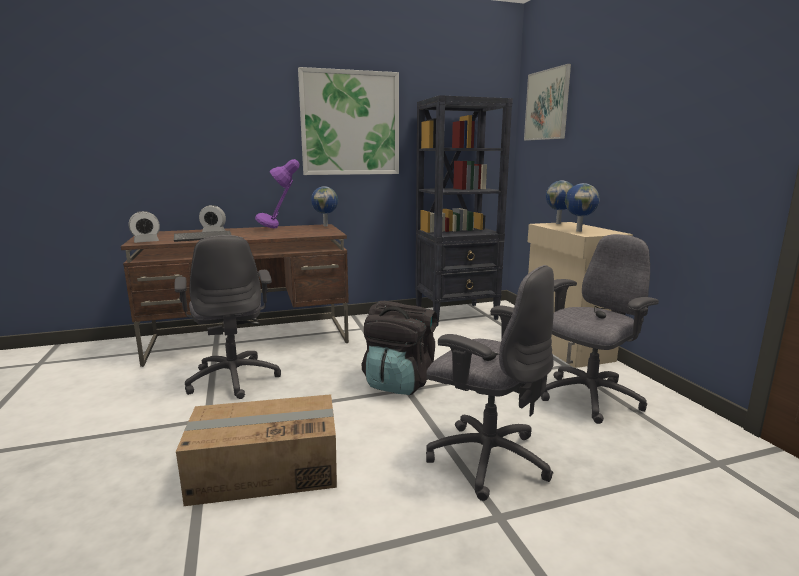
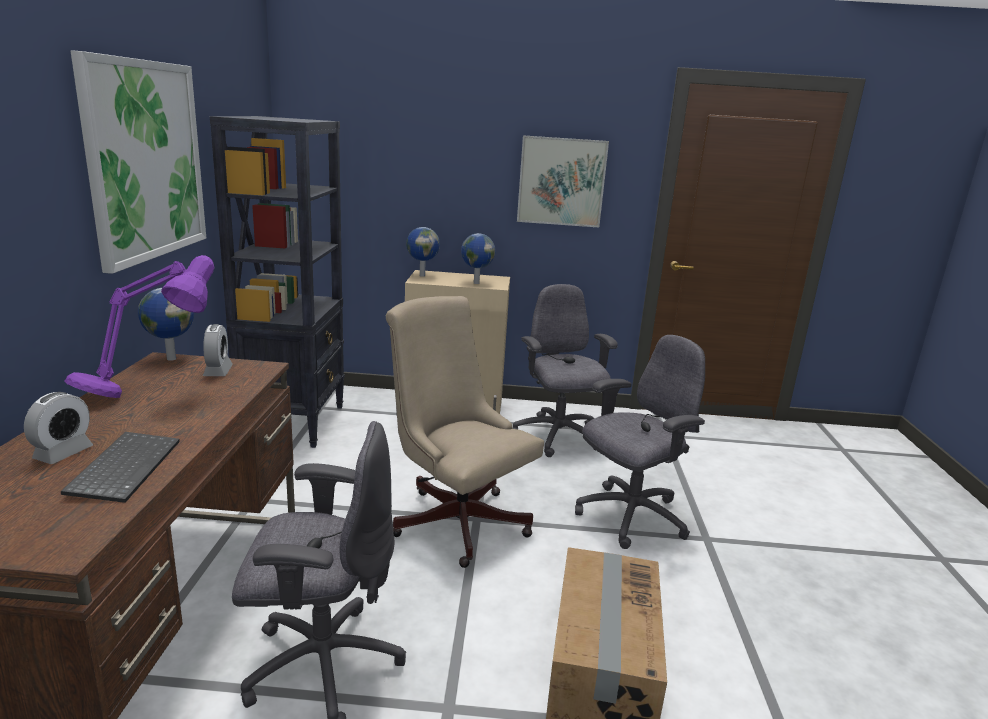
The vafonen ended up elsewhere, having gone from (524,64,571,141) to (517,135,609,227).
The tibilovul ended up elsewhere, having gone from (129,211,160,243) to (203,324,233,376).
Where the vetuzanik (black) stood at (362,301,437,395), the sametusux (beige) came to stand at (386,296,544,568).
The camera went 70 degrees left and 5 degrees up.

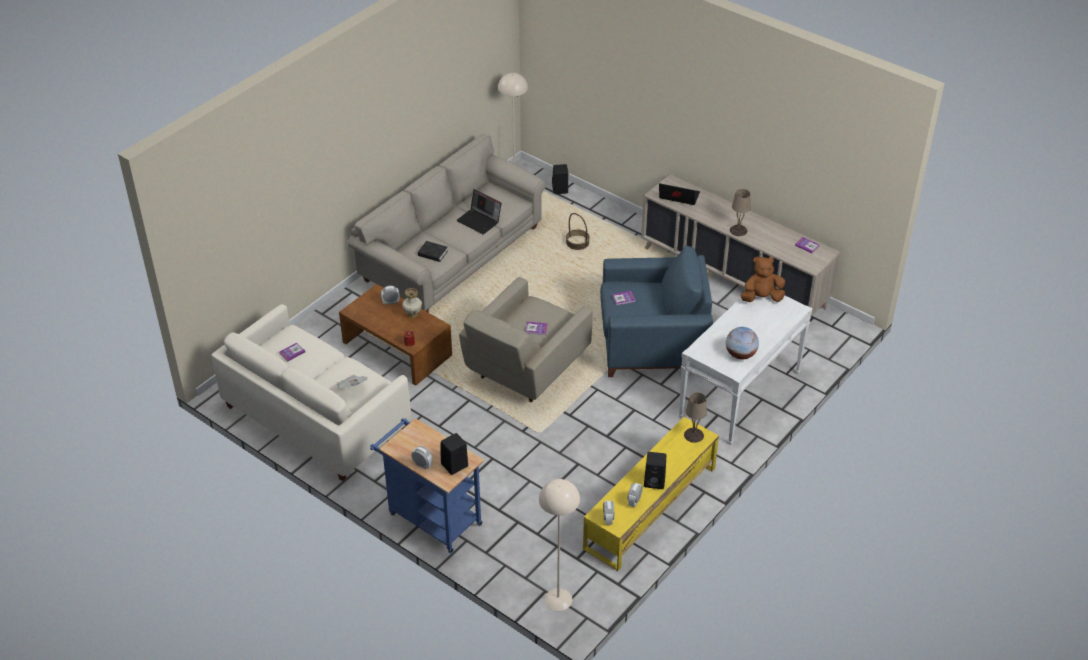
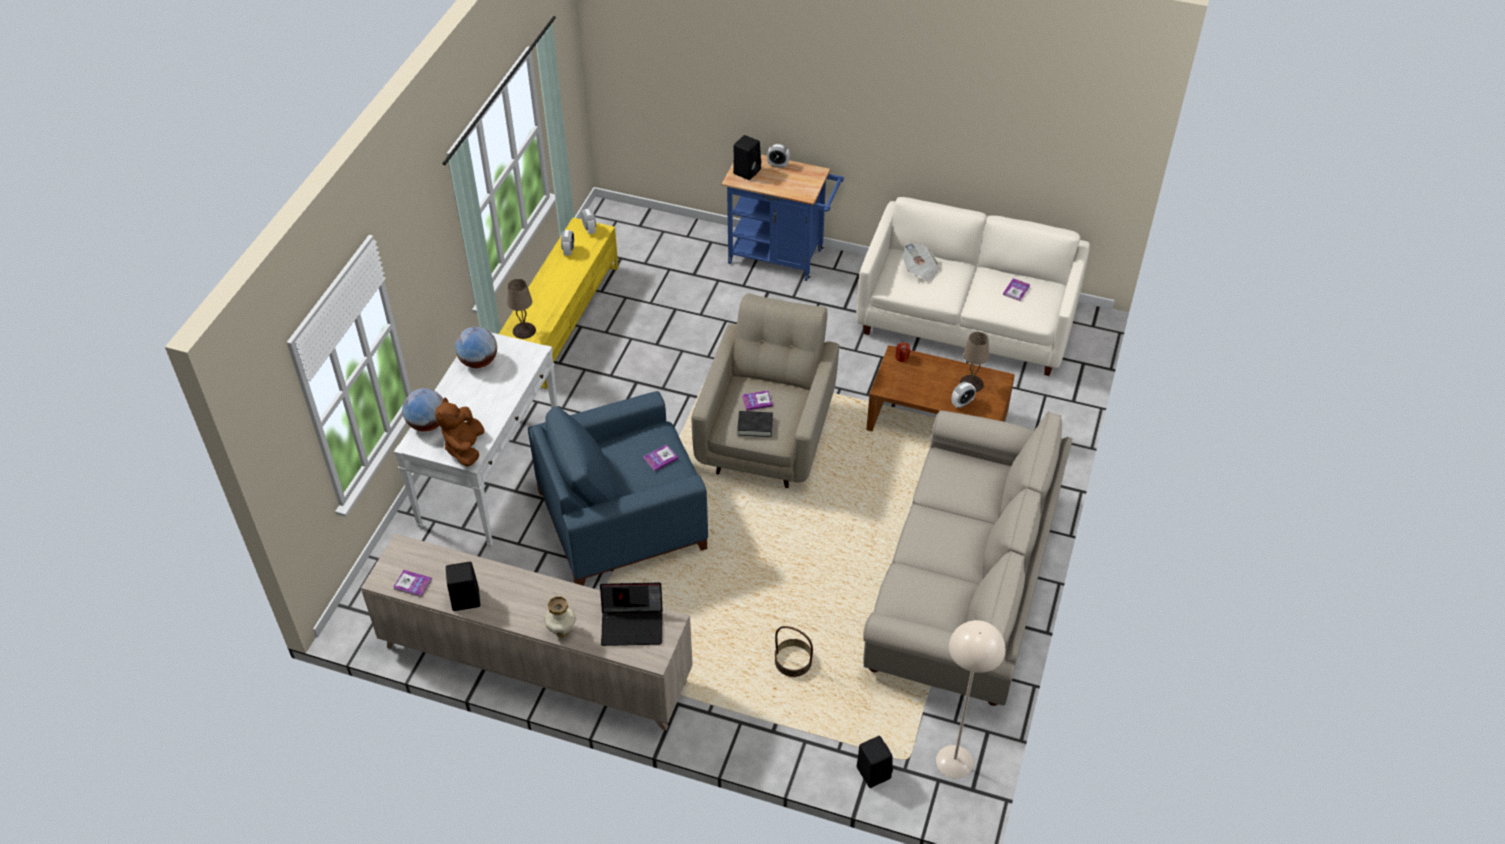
The second view lost the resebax at (456,189,501,234).
The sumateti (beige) ended up elsewhere, having gone from (730,189,751,236) to (960,332,989,392).
The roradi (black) ended up elsewhere, having gone from (418,241,448,262) to (737,411,773,437).
The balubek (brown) at (741,257,785,302) ended up facing another way, 120 degrees clockwise from before.
The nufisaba ended up elsewhere, having gone from (402,288,422,318) to (544,596,576,638).
The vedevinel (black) ended up elsewhere, having gone from (644,452,666,489) to (446,562,480,611).
The second view lost the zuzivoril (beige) at (539,479,580,611).
The second view gained the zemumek at (402,388,443,432).
The camera went 160 degrees right and 5 degrees up.

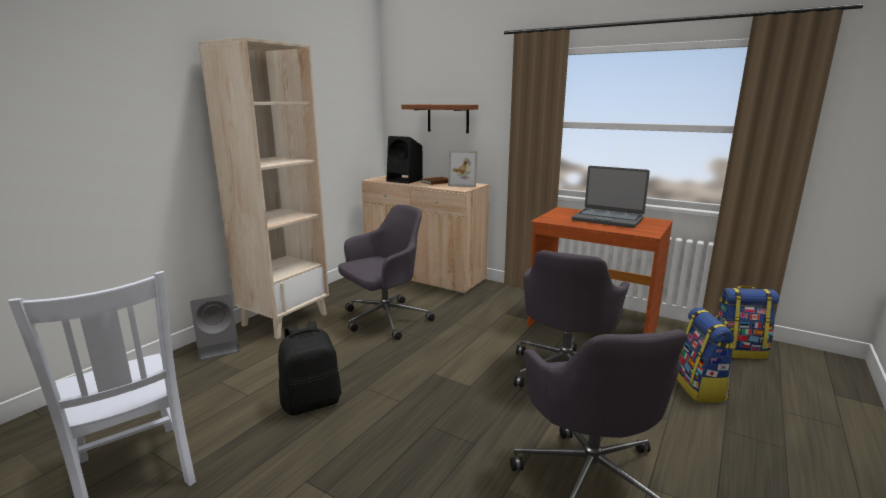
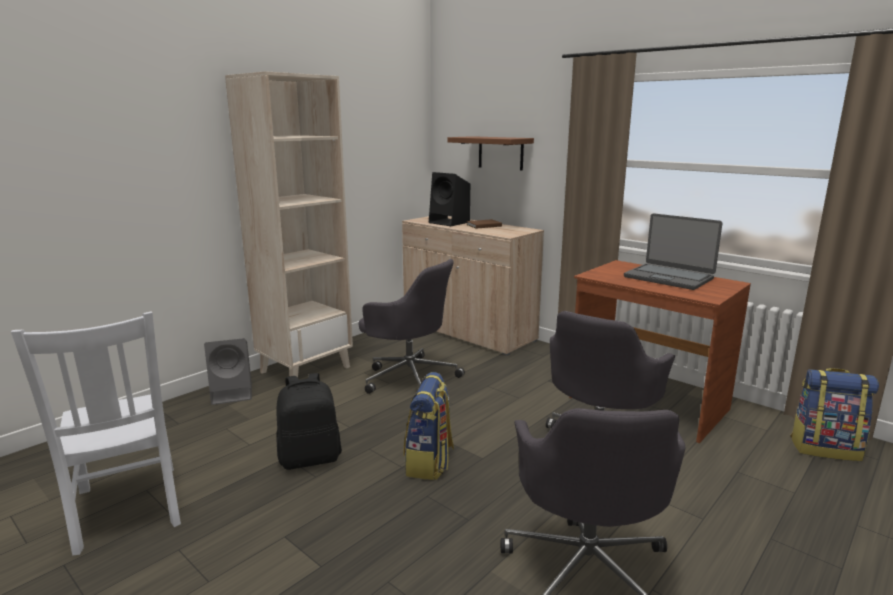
The second view lost the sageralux at (448,150,477,187).
The sametusux (grey) at (338,205,435,340) ended up facing another way, 60 degrees clockwise from before.
The vetuzanik ended up elsewhere, having gone from (677,307,736,403) to (404,372,454,480).
The camera went 10 degrees right and 0 degrees up.

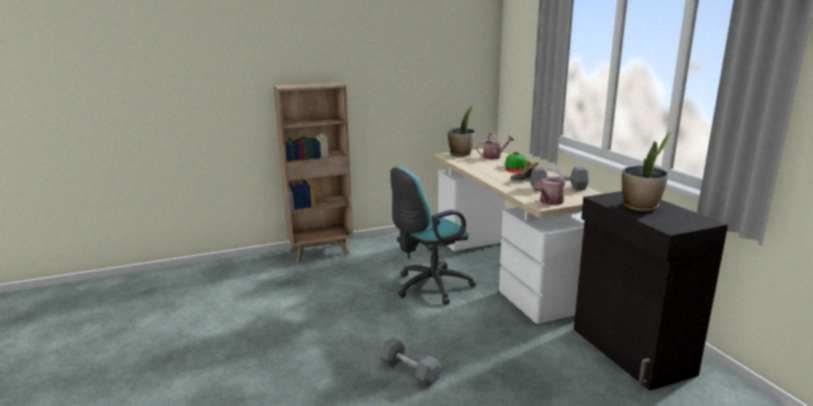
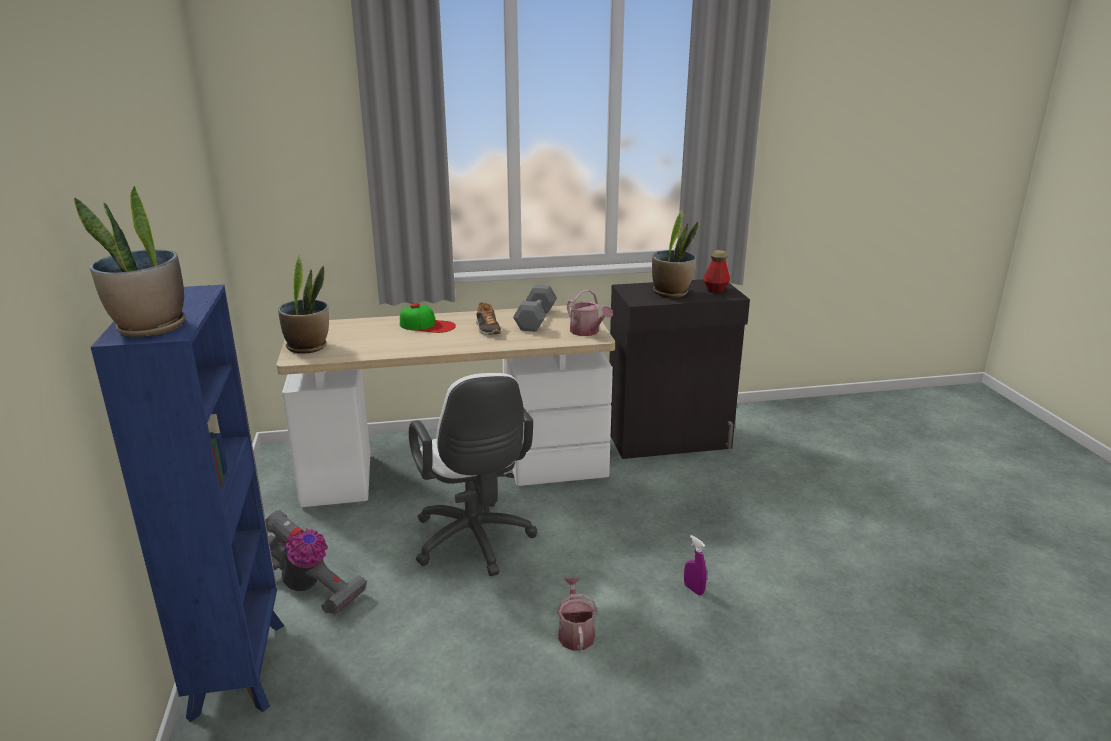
What was the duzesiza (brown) at (273,82,353,262) turned into the duzesiza (blue) at (91,285,284,722).
The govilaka ended up elsewhere, having gone from (476,132,514,159) to (556,577,597,651).
What was the sametusux (turquoise) at (390,167,476,305) turned into the sametusux (white) at (409,373,537,576).
Where the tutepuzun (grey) stood at (379,337,442,387), the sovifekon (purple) came to stand at (684,535,707,595).
The second view gained the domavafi at (74,186,186,337).
The second view gained the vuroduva at (703,250,730,293).
The second view gained the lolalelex at (265,510,367,615).
The camera went 80 degrees left and 5 degrees up.

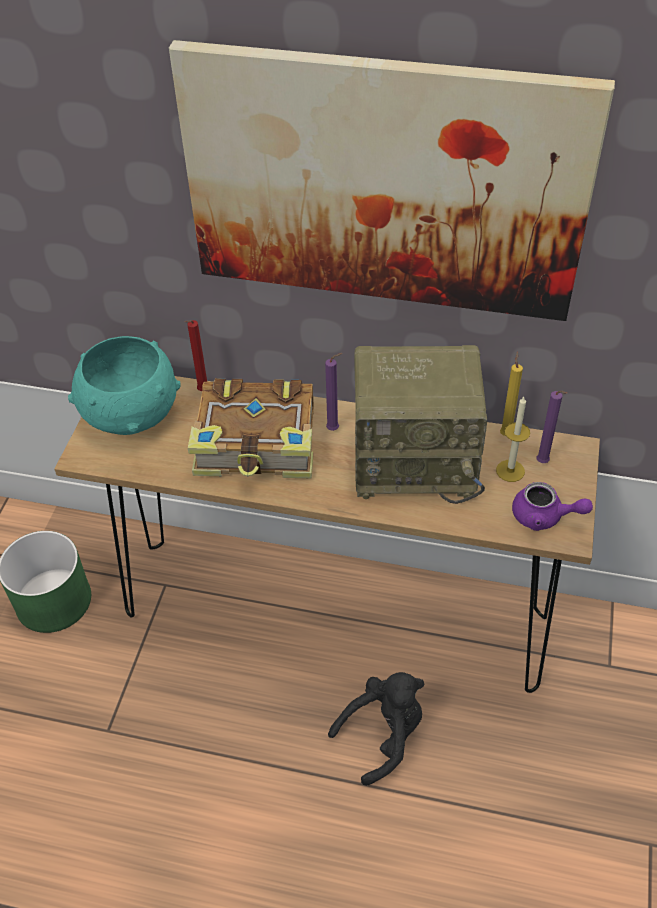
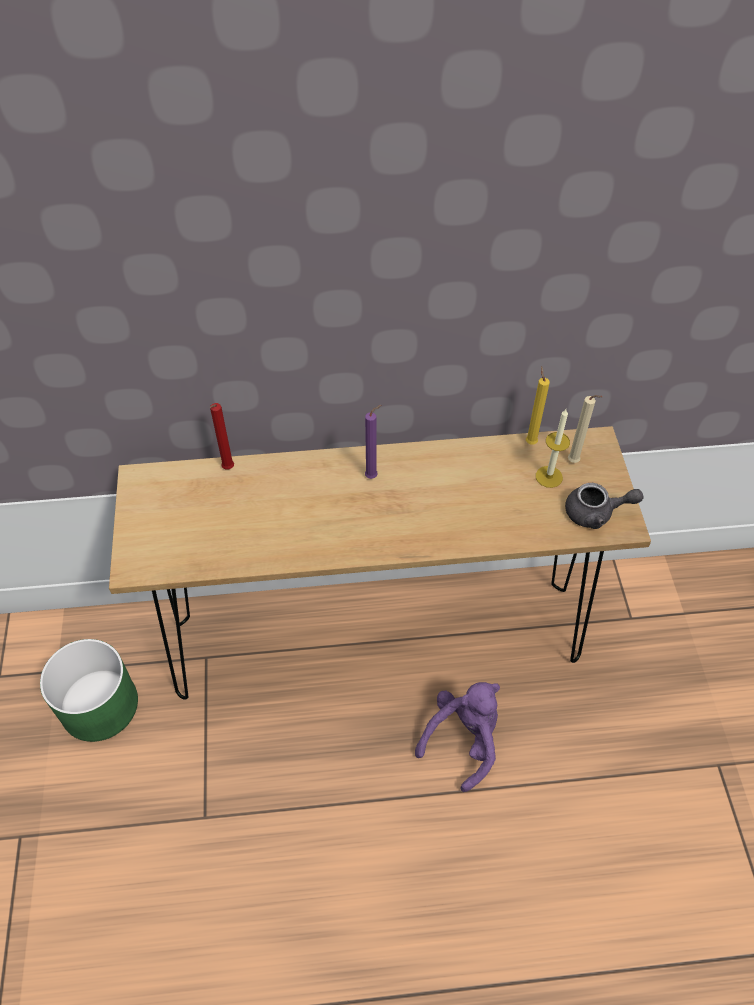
The second view lost the vafonen at (169,40,615,321).
The second view lost the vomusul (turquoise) at (68,336,181,435).
The second view lost the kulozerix at (354,345,487,504).
The second view lost the roradi at (188,378,314,478).
What was the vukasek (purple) at (536,391,568,463) turned into the vukasek (beige) at (568,395,603,463).
What was the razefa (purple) at (512,482,593,531) turned into the razefa (grey) at (565,483,644,529).
What was the balubek (black) at (328,672,424,786) turned into the balubek (purple) at (415,682,500,792).
The camera went 20 degrees left and 5 degrees up.

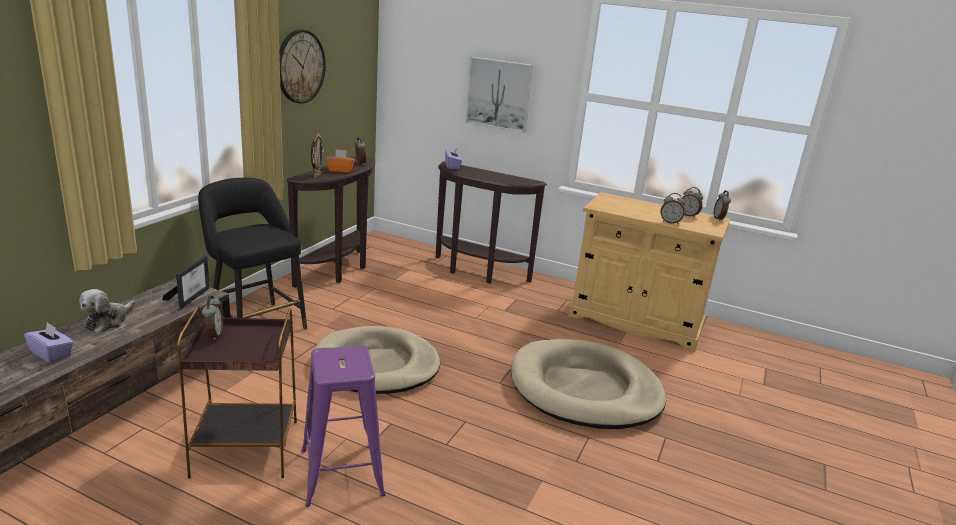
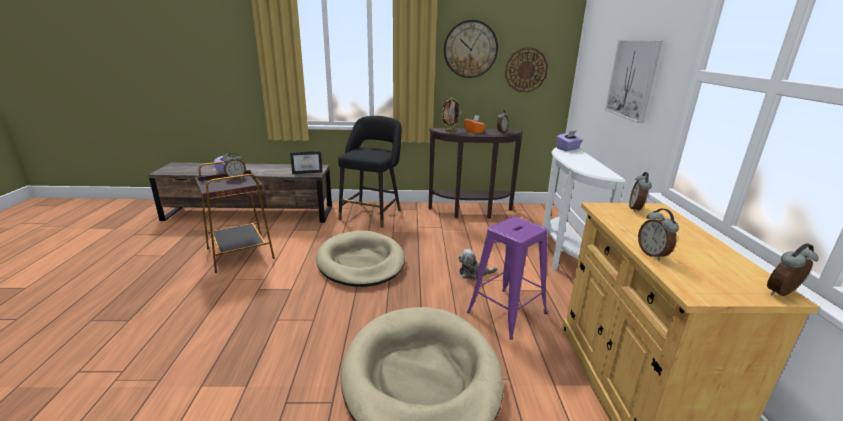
What was the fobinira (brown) at (436,161,547,284) turned into the fobinira (white) at (543,147,626,270).
The tibilovul ended up elsewhere, having gone from (682,187,703,218) to (629,172,652,212).
The balubek ended up elsewhere, having gone from (79,289,135,333) to (458,249,498,280).
The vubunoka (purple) ended up elsewhere, having gone from (301,345,386,507) to (467,217,548,340).
The second view gained the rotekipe at (505,48,548,92).
The camera went 65 degrees right and 0 degrees up.

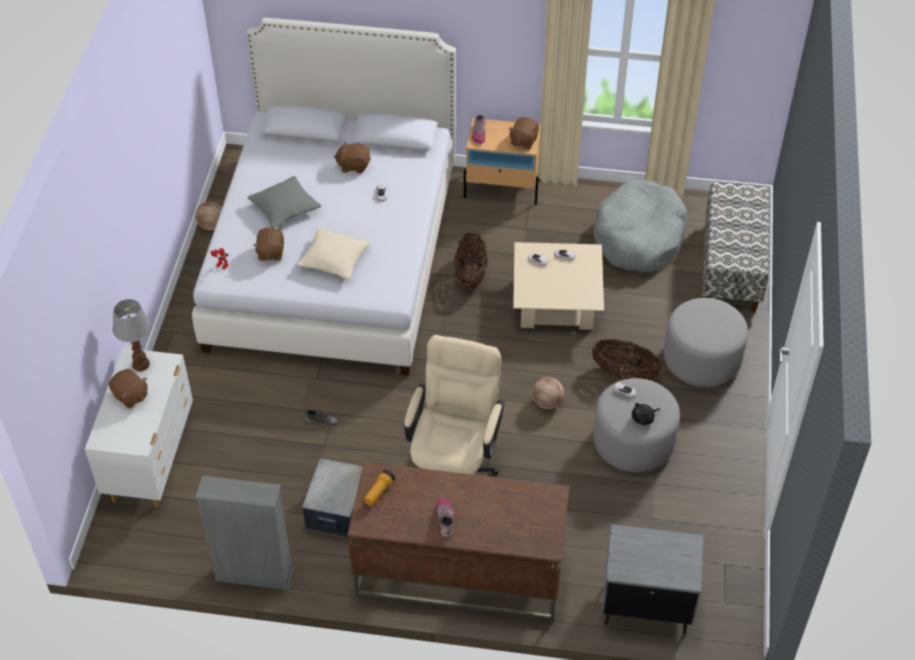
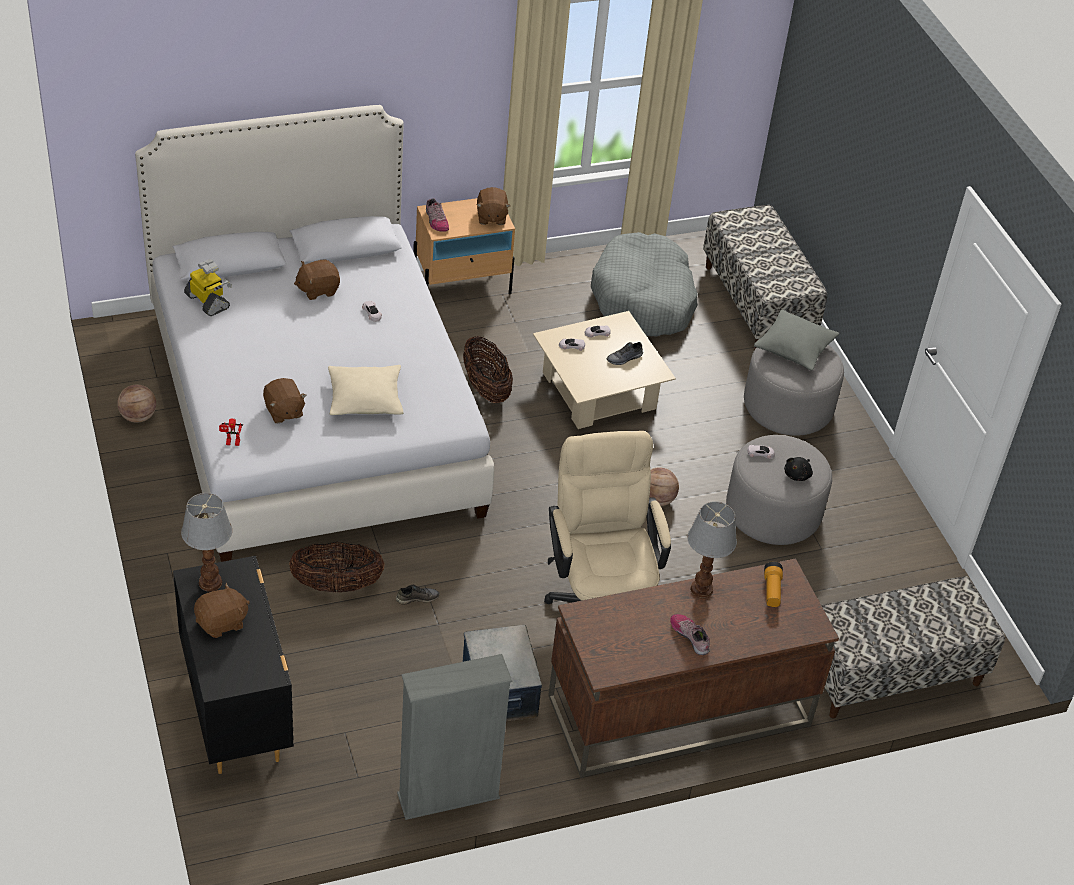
The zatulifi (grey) ended up elsewhere, having gone from (248,176,321,228) to (754,310,839,370).
The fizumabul ended up elsewhere, having gone from (592,339,662,381) to (289,542,385,593).
What was the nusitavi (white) at (85,348,193,507) turned into the nusitavi (black) at (173,556,294,774).
The balubek (brown) at (109,369,148,409) ended up facing another way, 45 degrees counterclockwise from before.
The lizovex ended up elsewhere, having gone from (364,469,395,506) to (764,561,783,607).
Where the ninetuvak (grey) stood at (601,524,704,635), the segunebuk came to stand at (821,576,1005,719).
The second view gained the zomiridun at (184,259,232,316).
The second view gained the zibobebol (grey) at (607,342,643,365).
The second view gained the sumateti at (687,501,737,599).
The camera went 30 degrees left and 5 degrees down.

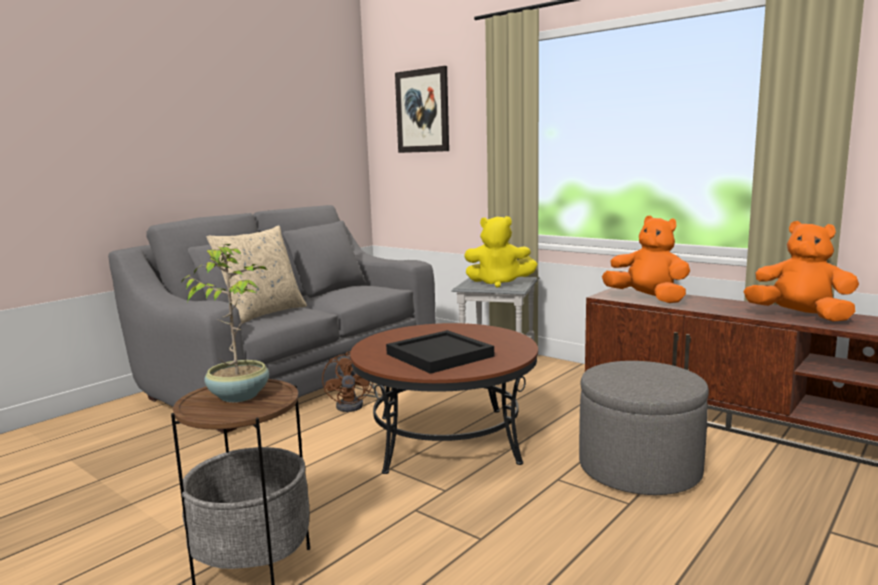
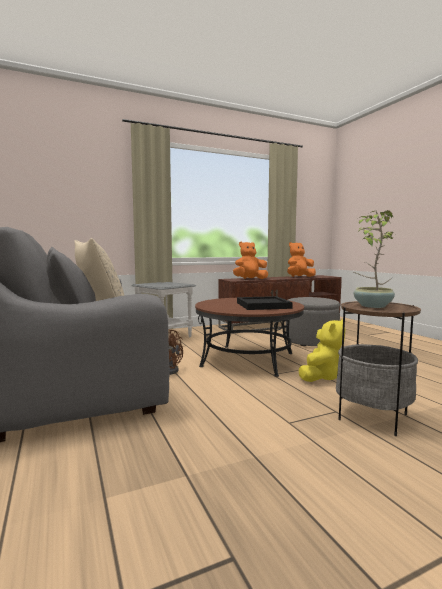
The second view lost the vafonen at (395,66,449,153).
The balubek (yellow) ended up elsewhere, having gone from (464,216,538,288) to (298,319,345,382).
The camera went 65 degrees left and 5 degrees down.

